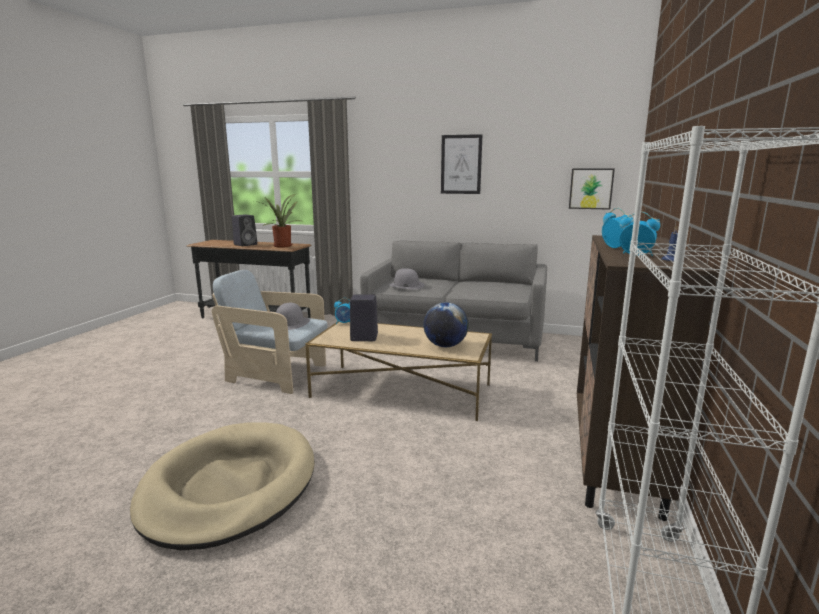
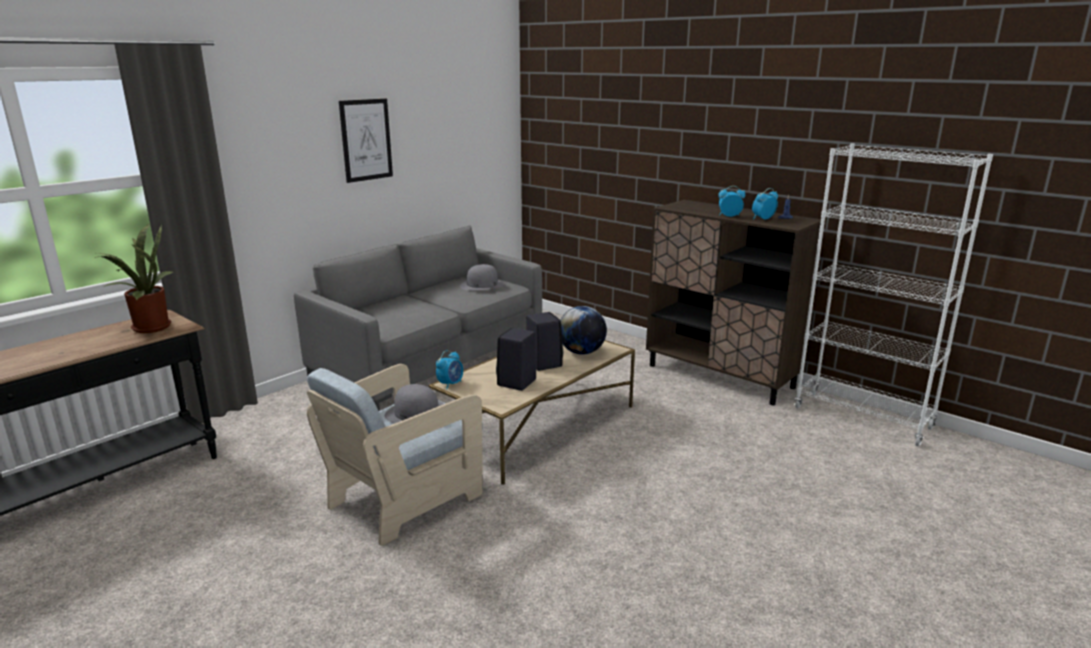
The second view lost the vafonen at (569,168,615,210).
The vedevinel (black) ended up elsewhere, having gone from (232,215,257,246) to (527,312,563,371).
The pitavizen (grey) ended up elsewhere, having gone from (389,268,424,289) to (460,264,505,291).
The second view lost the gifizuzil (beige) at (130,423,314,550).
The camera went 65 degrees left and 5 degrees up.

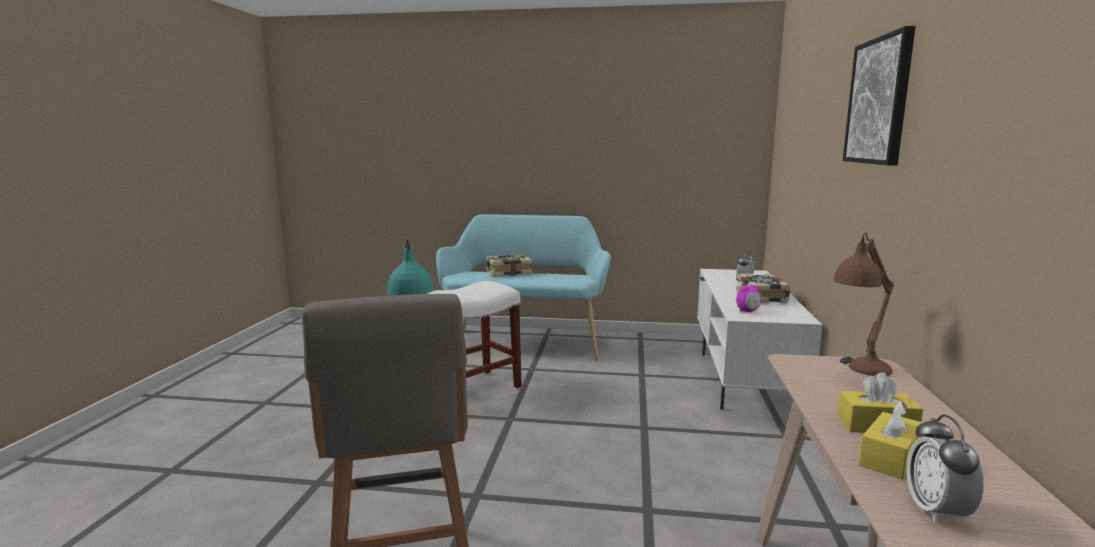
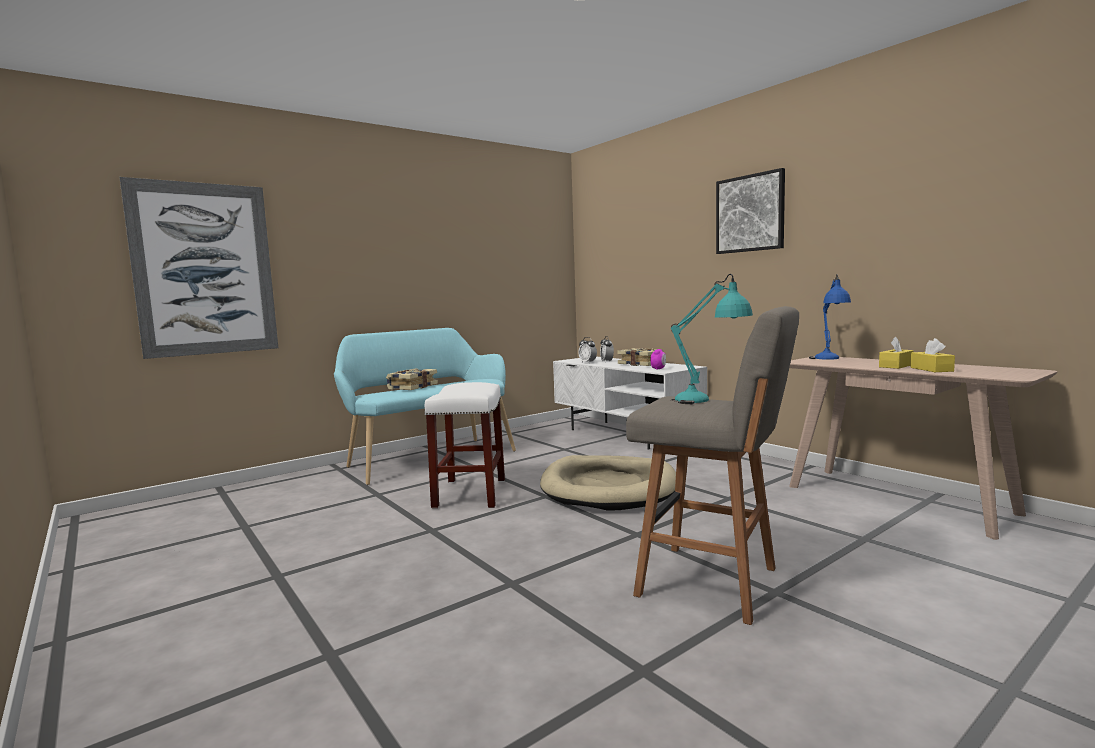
What was the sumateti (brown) at (833,232,894,376) turned into the sumateti (blue) at (809,274,851,360).
The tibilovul ended up elsewhere, having gone from (907,414,984,524) to (578,337,597,362).
The second view gained the vafonen at (119,177,278,359).
The second view gained the gifizuzil (beige) at (540,455,676,511).
The camera went 45 degrees left and 5 degrees down.

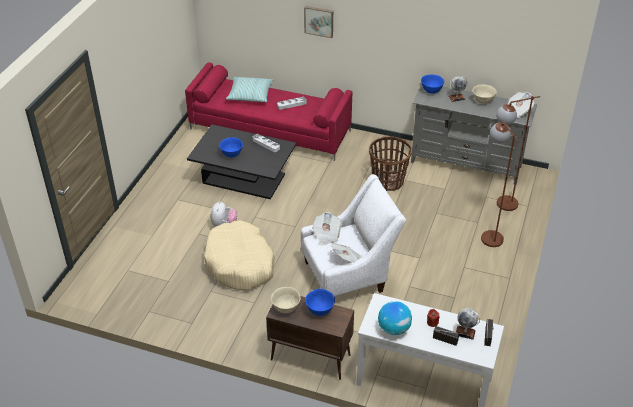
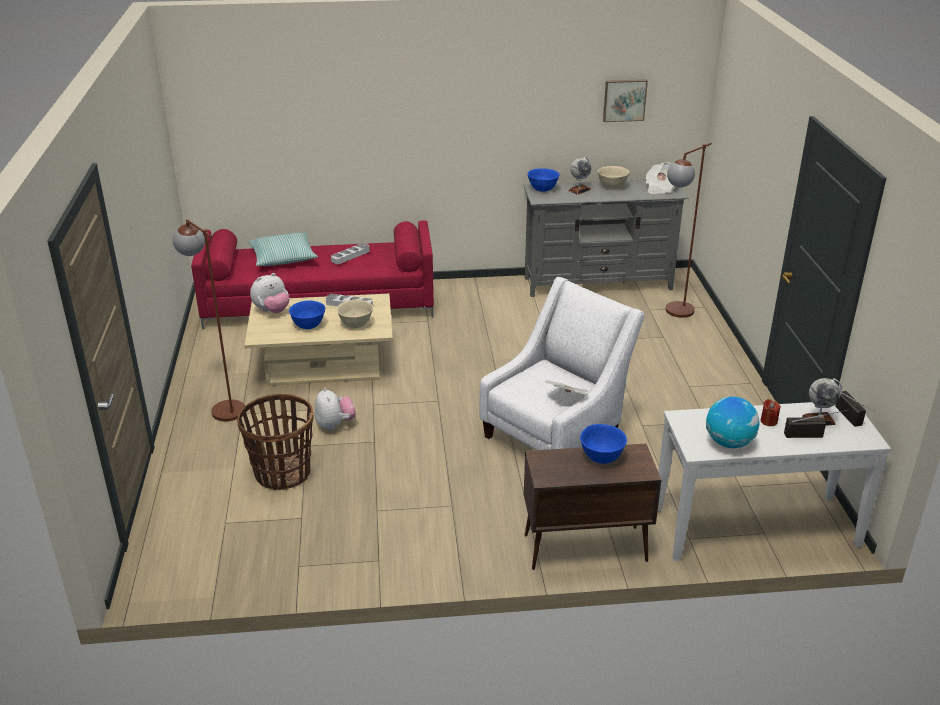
The vafonen ended up elsewhere, having gone from (304,6,333,38) to (603,79,648,122).
The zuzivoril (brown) ended up elsewhere, having gone from (481,121,519,247) to (173,219,245,421).
What was the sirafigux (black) at (187,124,296,199) turned into the sirafigux (beige) at (244,294,393,386).
The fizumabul ended up elsewhere, having gone from (369,136,412,191) to (237,394,314,490).
The second view lost the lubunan at (312,212,342,246).
The second view lost the gifizuzil (beige) at (204,221,275,291).
The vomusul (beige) ended up elsewhere, having gone from (271,287,300,313) to (337,299,373,328).
The second view gained the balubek at (250,273,289,313).
The camera went 25 degrees left and 10 degrees down.

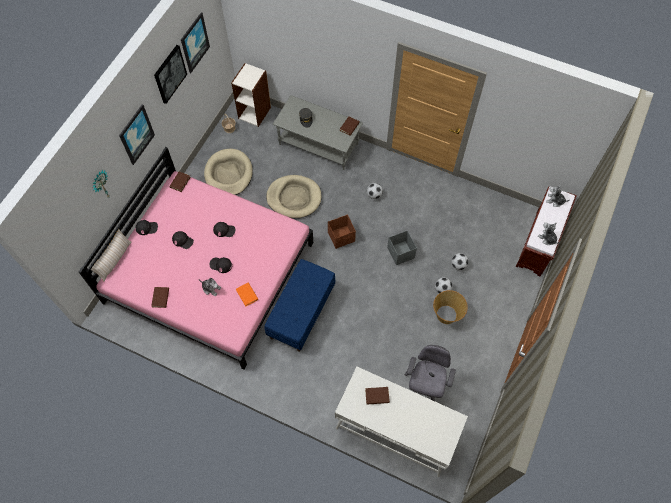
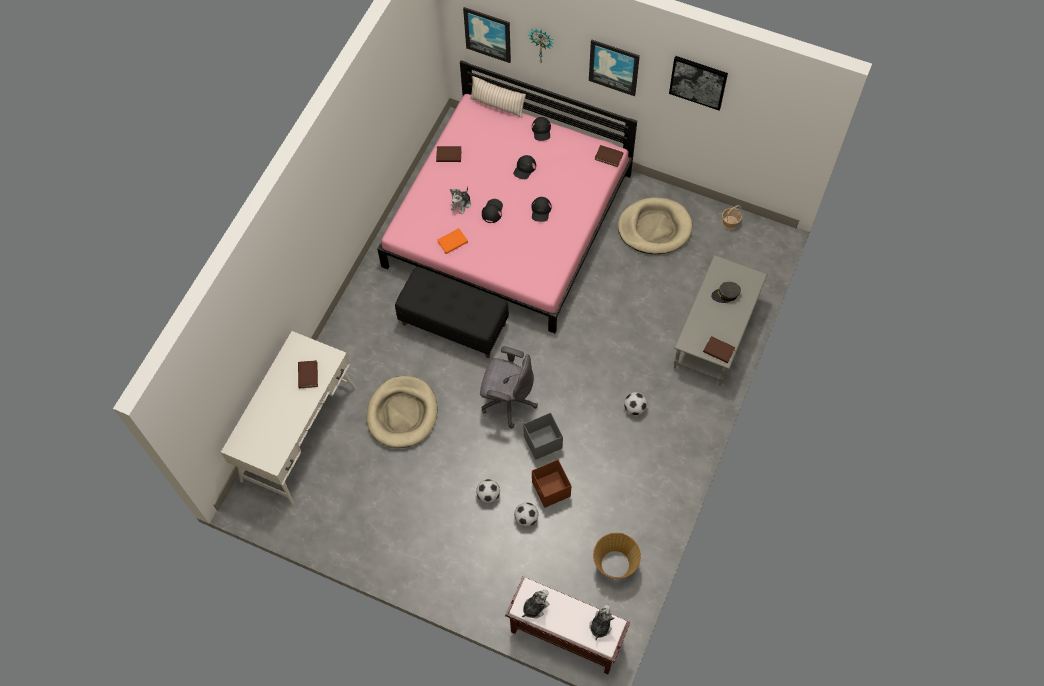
The vafonen ended up elsewhere, having gone from (181,12,210,73) to (463,7,511,63).
The second view lost the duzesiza at (231,63,271,127).
The gifizuzil (beige) ended up elsewhere, having gone from (266,175,322,218) to (367,376,437,448).
The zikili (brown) ended up elsewhere, having gone from (328,215,356,249) to (532,459,571,508).
What was the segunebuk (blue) at (264,259,335,352) turned into the segunebuk (black) at (395,266,509,358).
The fizumabul ended up elsewhere, having gone from (433,290,468,324) to (593,533,641,579).
The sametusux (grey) ended up elsewhere, having gone from (404,345,456,401) to (480,346,538,428).
The camera went 90 degrees right and 0 degrees up.

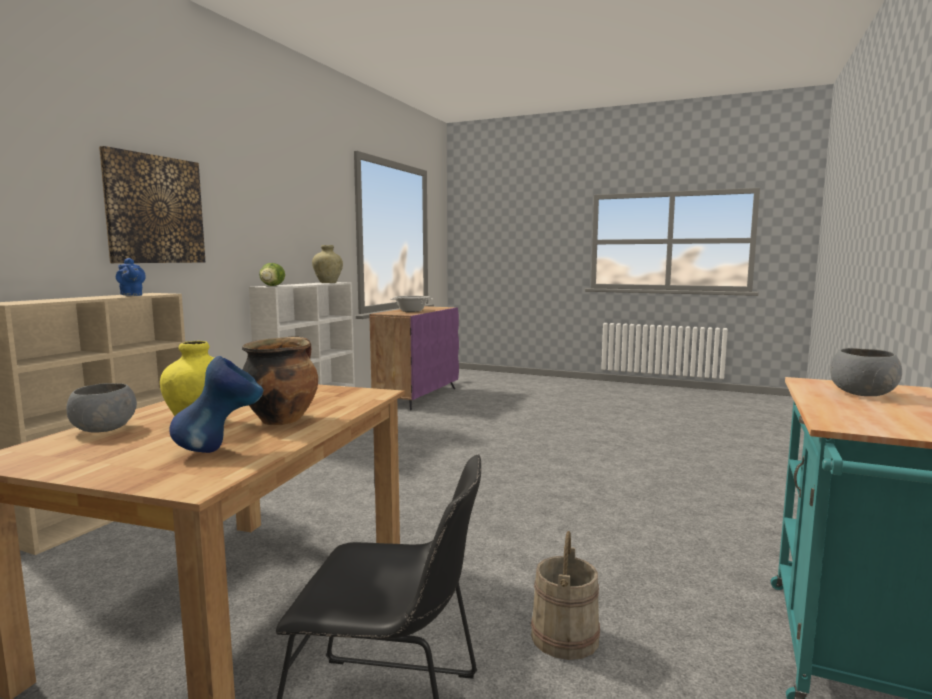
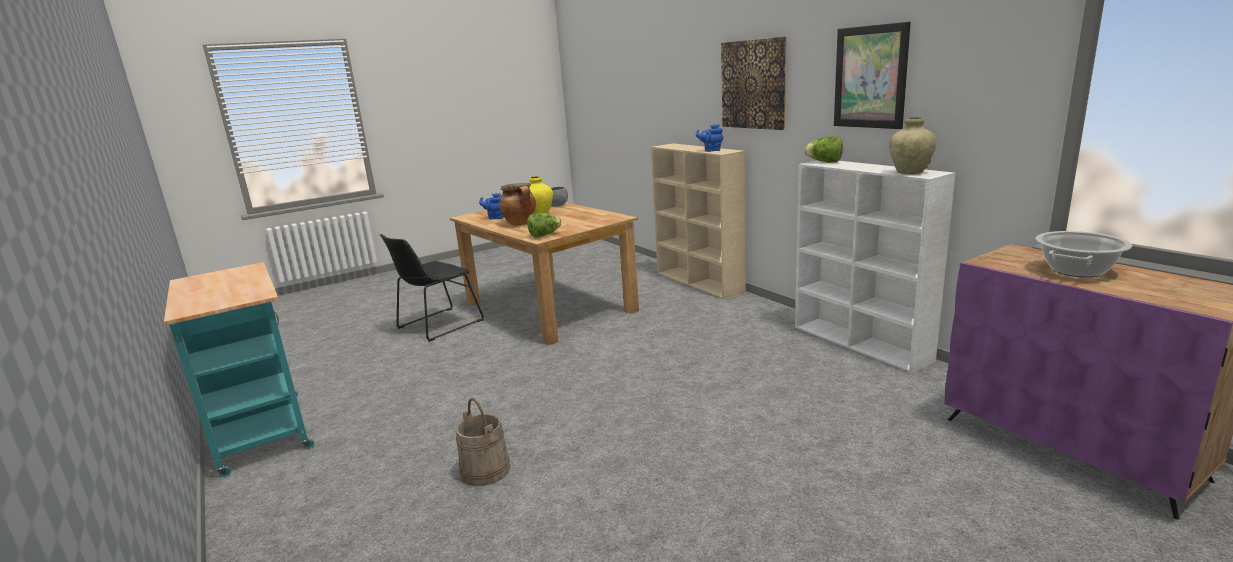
The second view lost the vomusul (grey) at (830,348,902,396).
Where the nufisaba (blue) stood at (170,356,263,453), the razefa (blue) came to stand at (479,193,504,219).
The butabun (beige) ended up elsewhere, having gone from (531,531,600,660) to (456,398,511,486).
The second view gained the vafonen at (834,22,911,129).
The second view gained the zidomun at (527,213,562,238).
The camera went 125 degrees right and 10 degrees up.

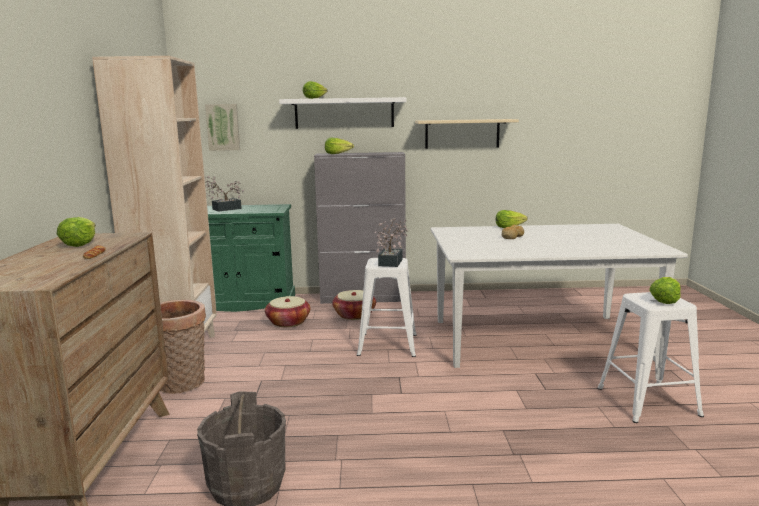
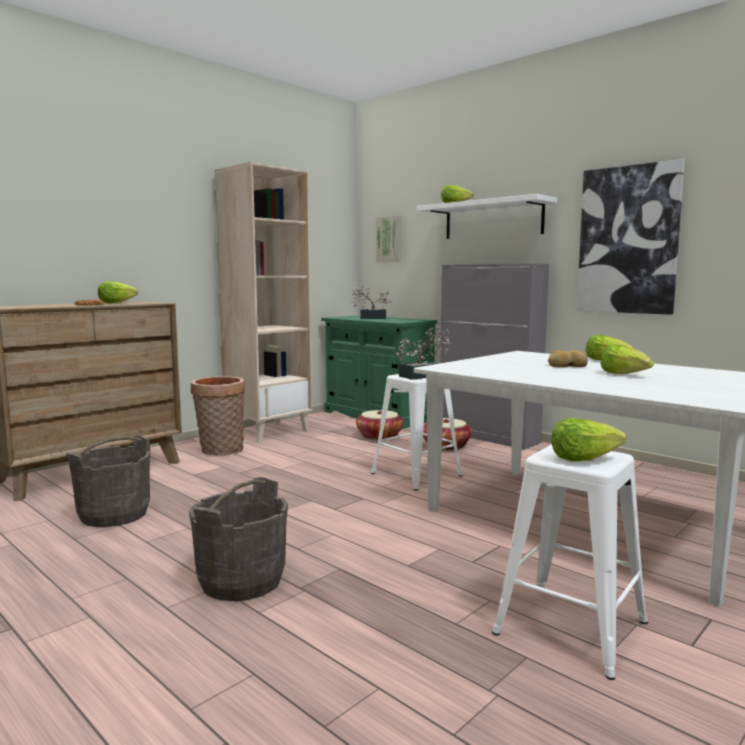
Where the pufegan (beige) hung at (415,119,519,149), the vafonen came to hang at (577,159,685,315).
The zidomun ended up elsewhere, having gone from (325,138,354,154) to (601,344,654,374).
The second view gained the butabun (grey) at (189,477,288,601).
The camera went 45 degrees right and 5 degrees down.

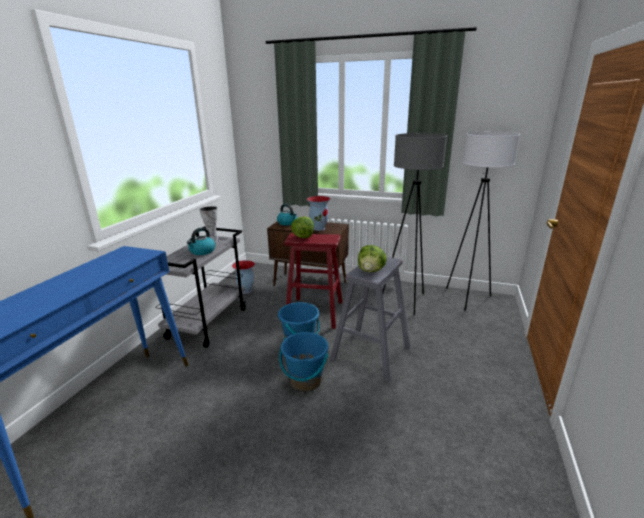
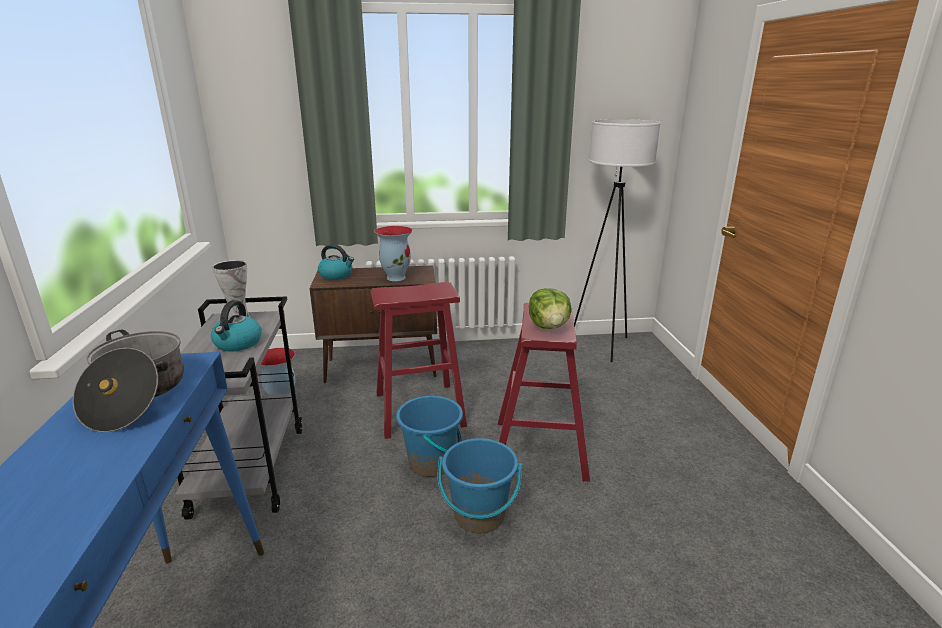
The second view lost the zuzivoril (grey) at (383,133,447,315).
The second view lost the zidomun at (291,216,314,238).
What was the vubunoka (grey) at (330,257,411,382) turned into the vubunoka (red) at (498,303,590,482).
The second view gained the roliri at (73,330,184,432).
The camera went 25 degrees left and 0 degrees up.

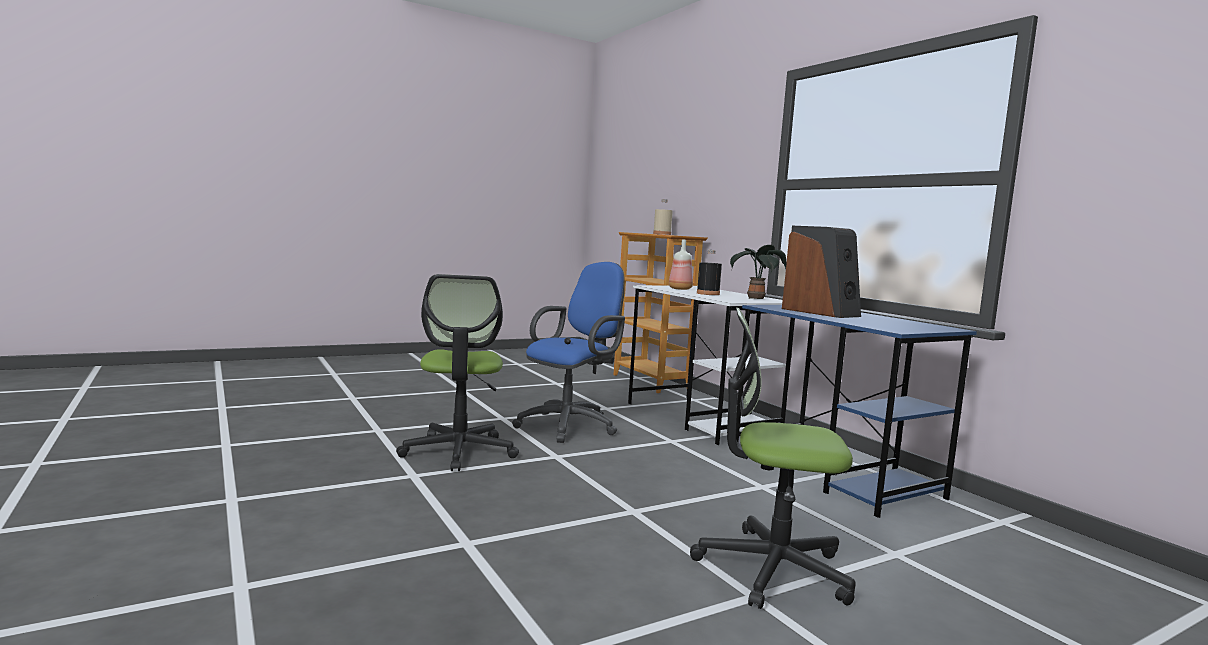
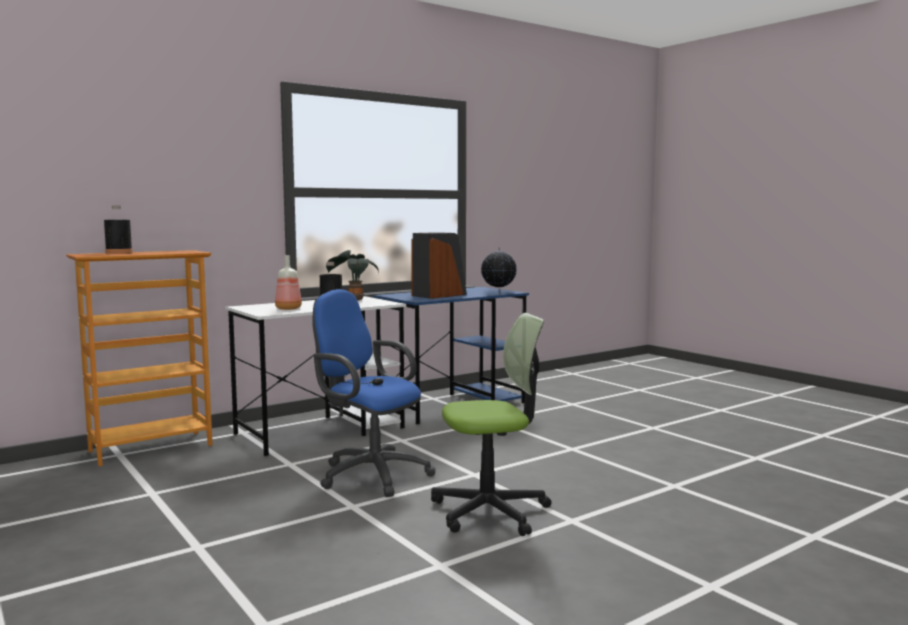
What was the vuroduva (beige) at (653,199,673,235) turned into the vuroduva (black) at (104,205,133,254).
The second view lost the sametusux at (690,308,856,609).
The second view gained the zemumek at (481,247,517,292).
The camera went 95 degrees left and 0 degrees up.

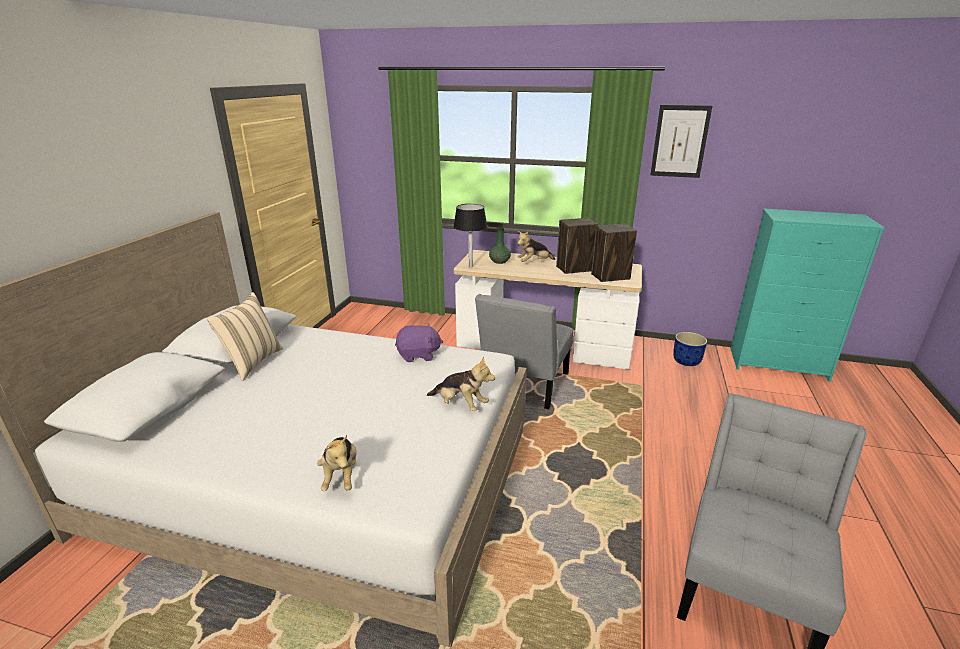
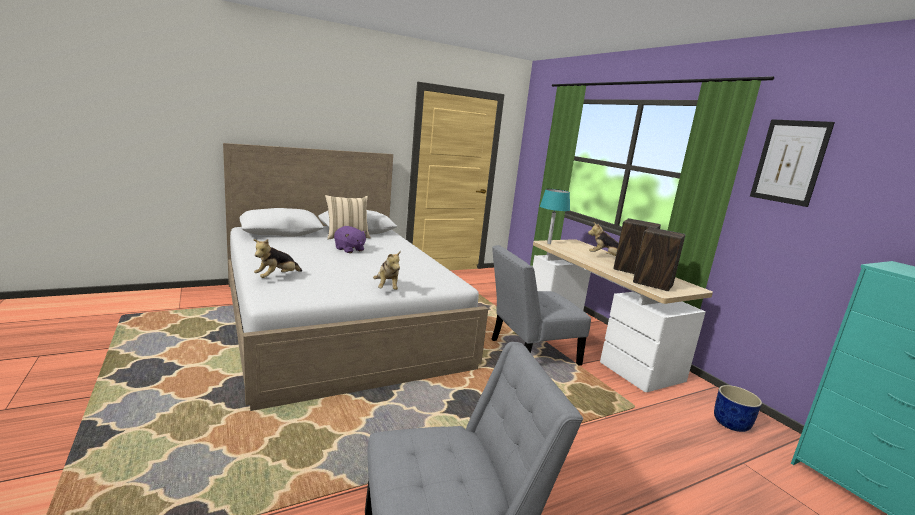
What was the sumateti (black) at (453,204,488,267) turned into the sumateti (turquoise) at (540,189,570,244).
The second view lost the nufisaba (green) at (489,227,511,264).
The balubek (purple) ended up elsewhere, having gone from (395,323,443,362) to (334,226,367,253).
The camera went 45 degrees right and 10 degrees down.

